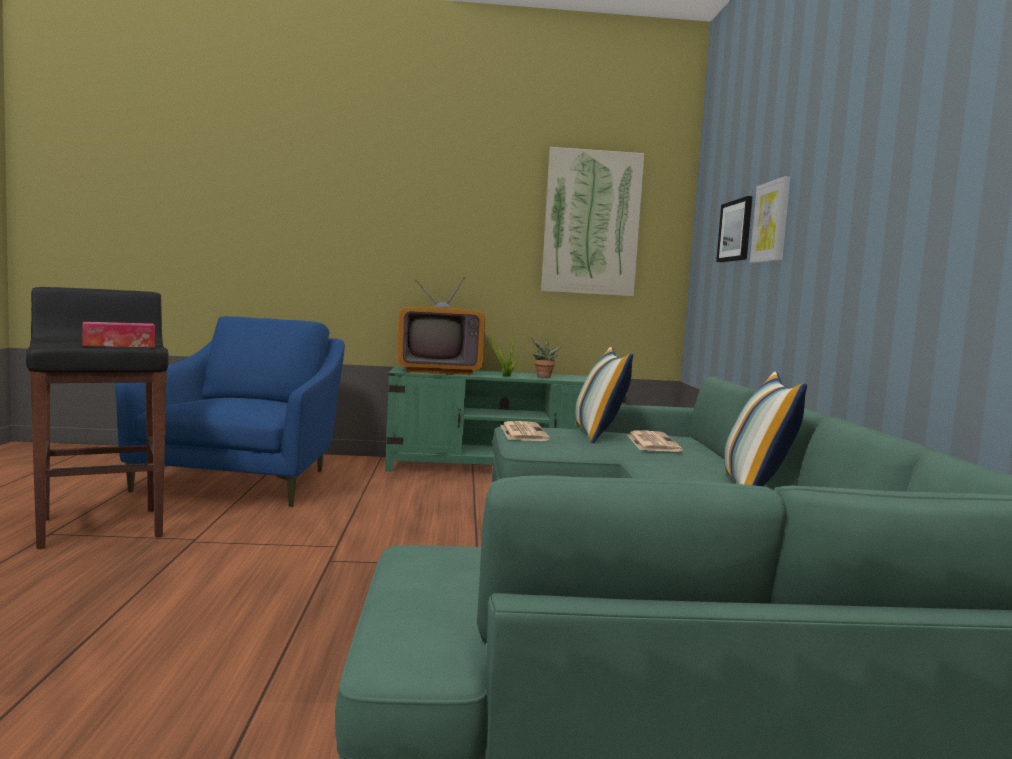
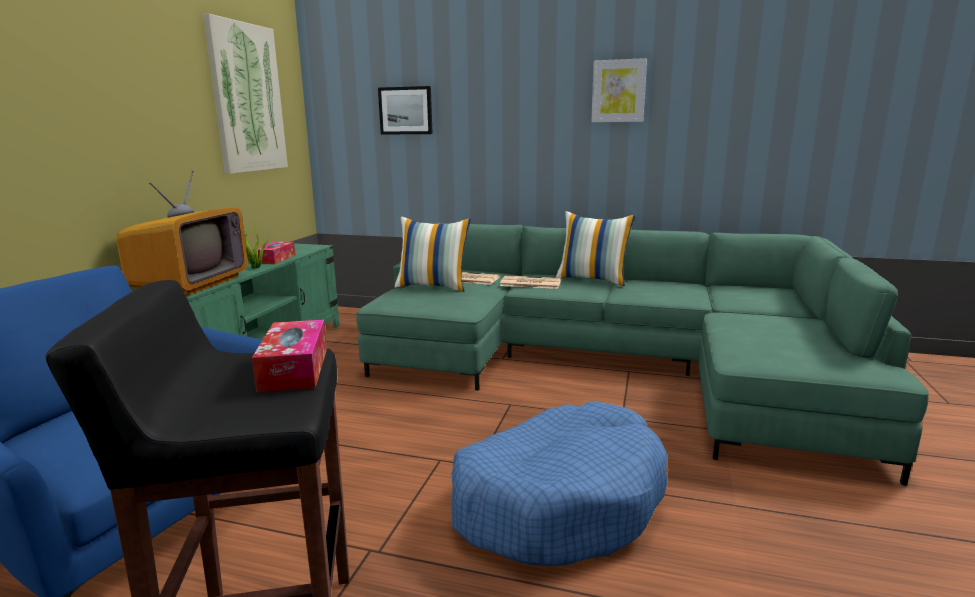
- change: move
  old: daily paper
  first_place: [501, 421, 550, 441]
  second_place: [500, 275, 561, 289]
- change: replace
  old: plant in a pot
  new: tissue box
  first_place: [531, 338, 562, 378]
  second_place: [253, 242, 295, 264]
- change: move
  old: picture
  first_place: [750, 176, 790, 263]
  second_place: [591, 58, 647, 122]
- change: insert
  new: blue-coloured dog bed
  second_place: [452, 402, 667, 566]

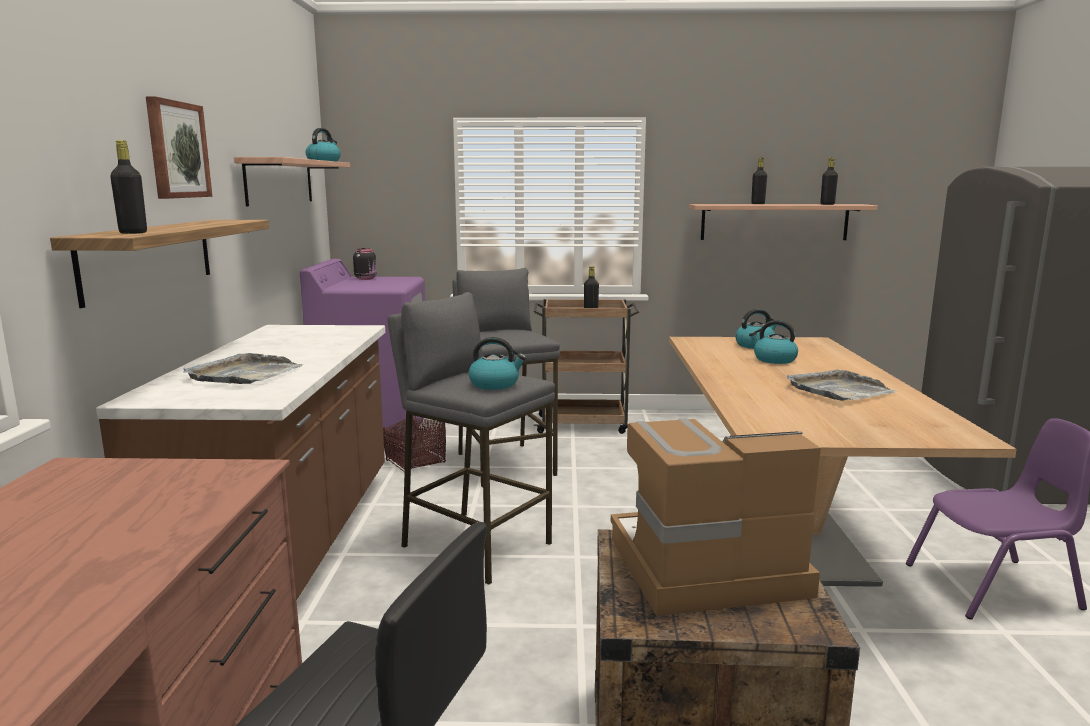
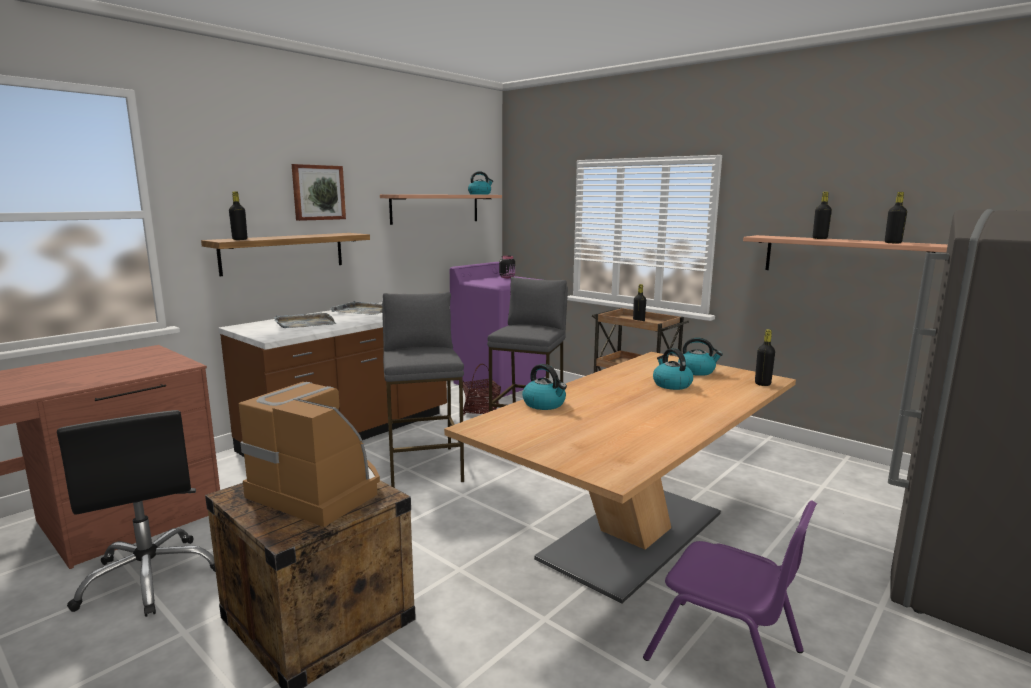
- change: move
  old: tea kettle
  first_place: [468, 337, 526, 390]
  second_place: [522, 364, 567, 410]
- change: move
  old: grey carrying tray
  first_place: [787, 369, 897, 401]
  second_place: [329, 300, 382, 315]
- change: insert
  new: black drink bottle
  second_place: [755, 329, 775, 386]

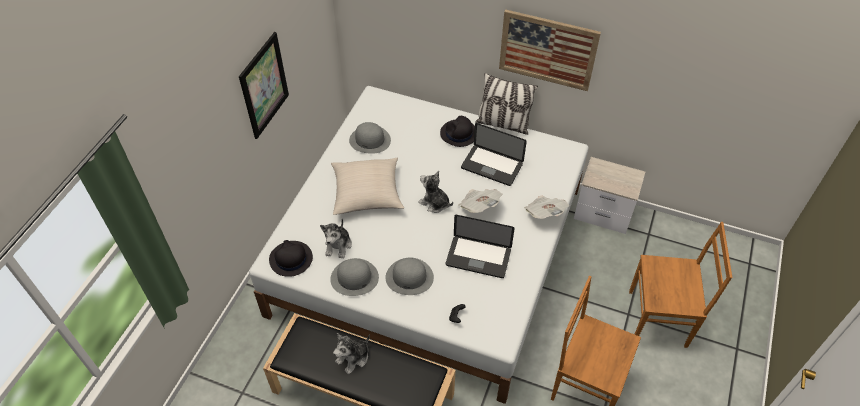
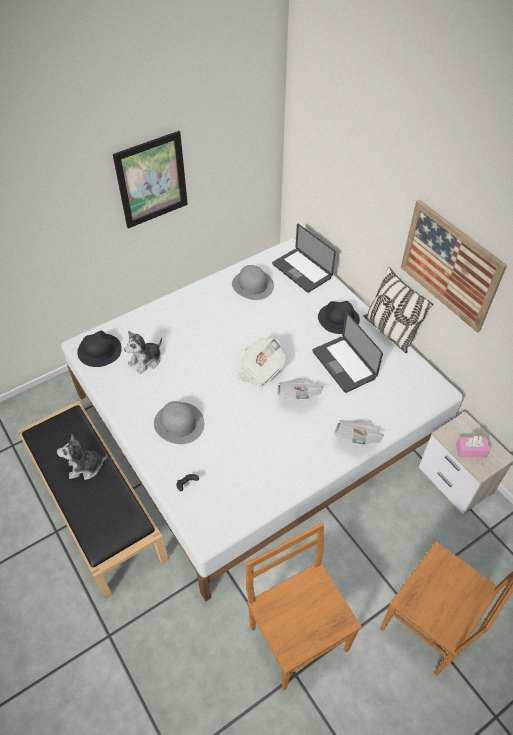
- change: delete
  old: grey hat
  first_place: [330, 258, 379, 296]
- change: delete
  old: beige cushion
  first_place: [331, 158, 404, 215]
- change: replace
  old: plush toy
  new: daily paper
  first_place: [418, 171, 453, 213]
  second_place: [237, 337, 286, 387]
- change: move
  old: notebook computer
  first_place: [446, 215, 515, 278]
  second_place: [272, 223, 336, 293]
- change: insert
  new: pinkish tissue box
  second_place: [456, 436, 491, 457]

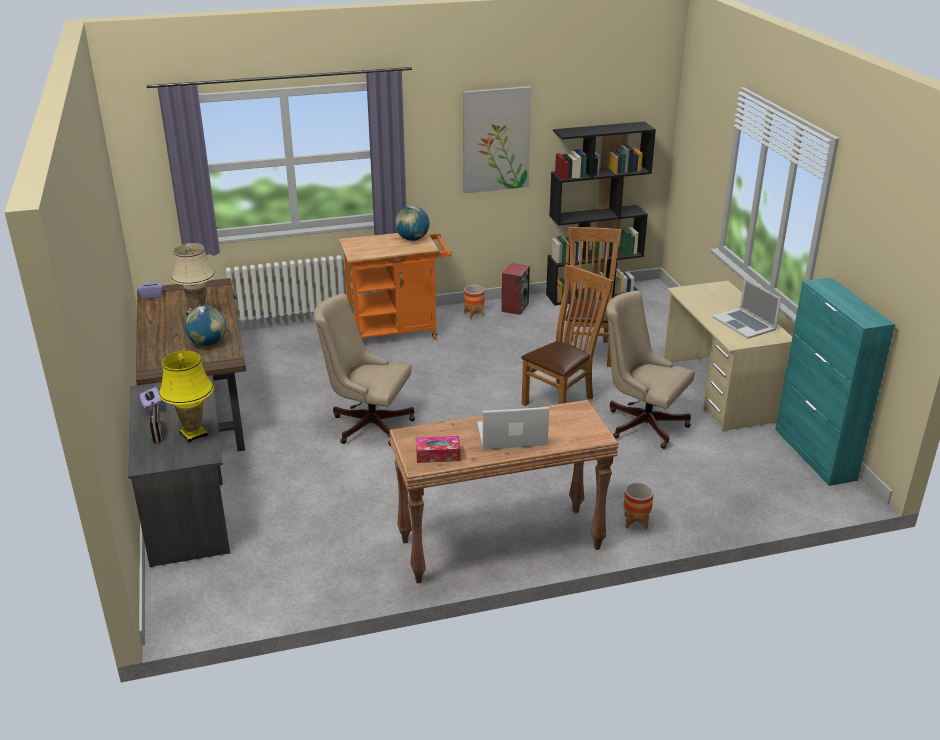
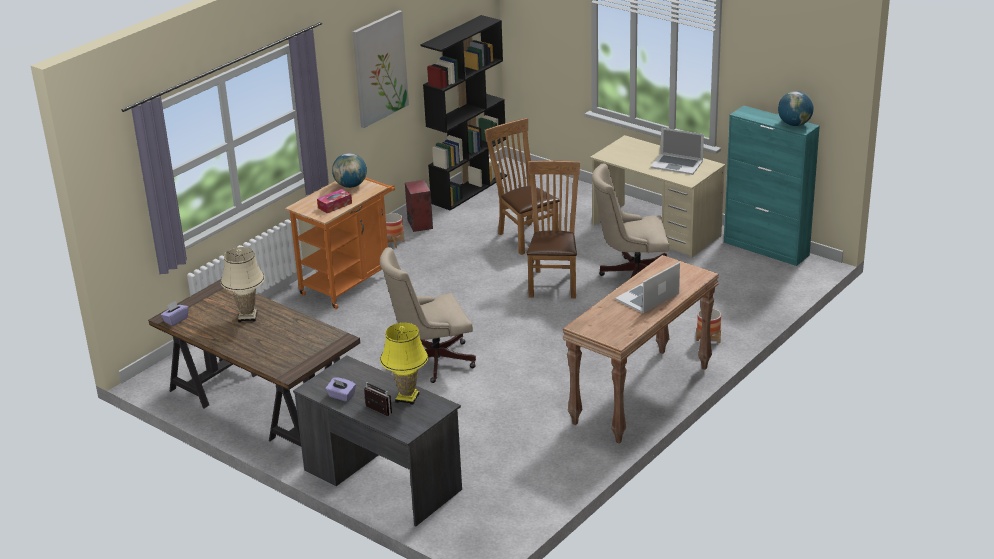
- change: move
  old: world globe
  first_place: [184, 306, 226, 346]
  second_place: [778, 91, 814, 126]
- change: move
  old: tissue box
  first_place: [416, 436, 461, 463]
  second_place: [317, 189, 352, 213]

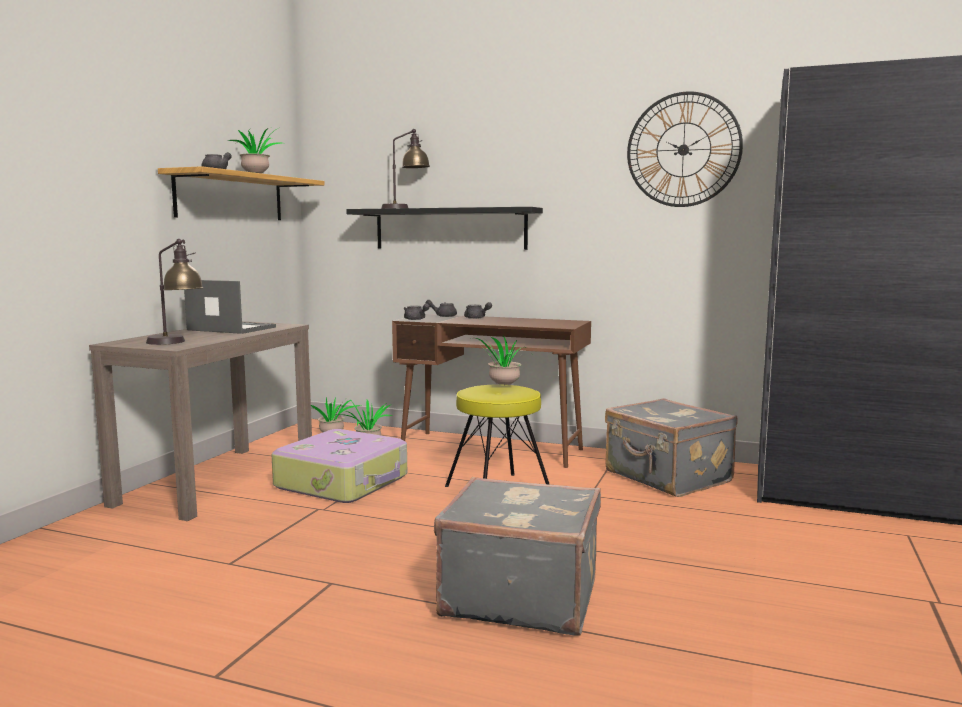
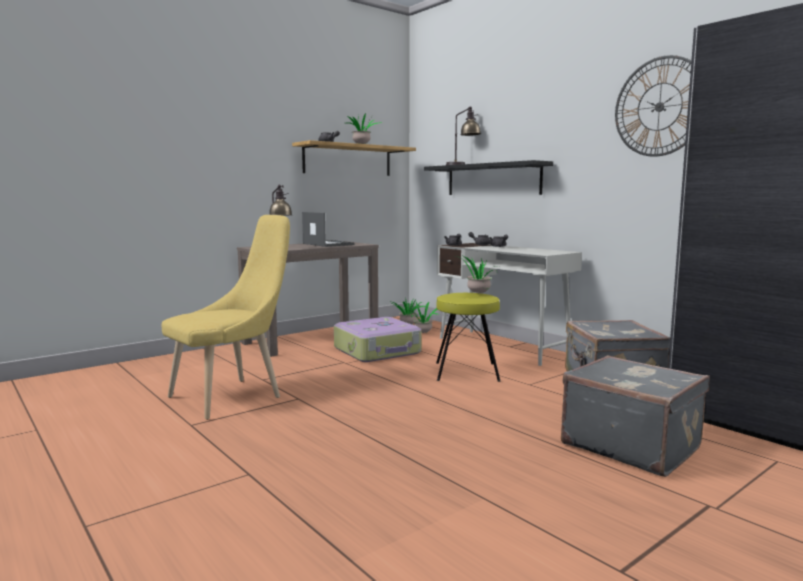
- change: recolor
  old: brownish desk unit
  new: white desk unit
  first_place: [392, 314, 591, 468]
  second_place: [437, 243, 582, 366]
- change: move
  old: grey travel case
  first_place: [434, 477, 601, 636]
  second_place: [561, 355, 710, 477]
- change: insert
  new: yellowish upright chair
  second_place: [162, 215, 290, 420]

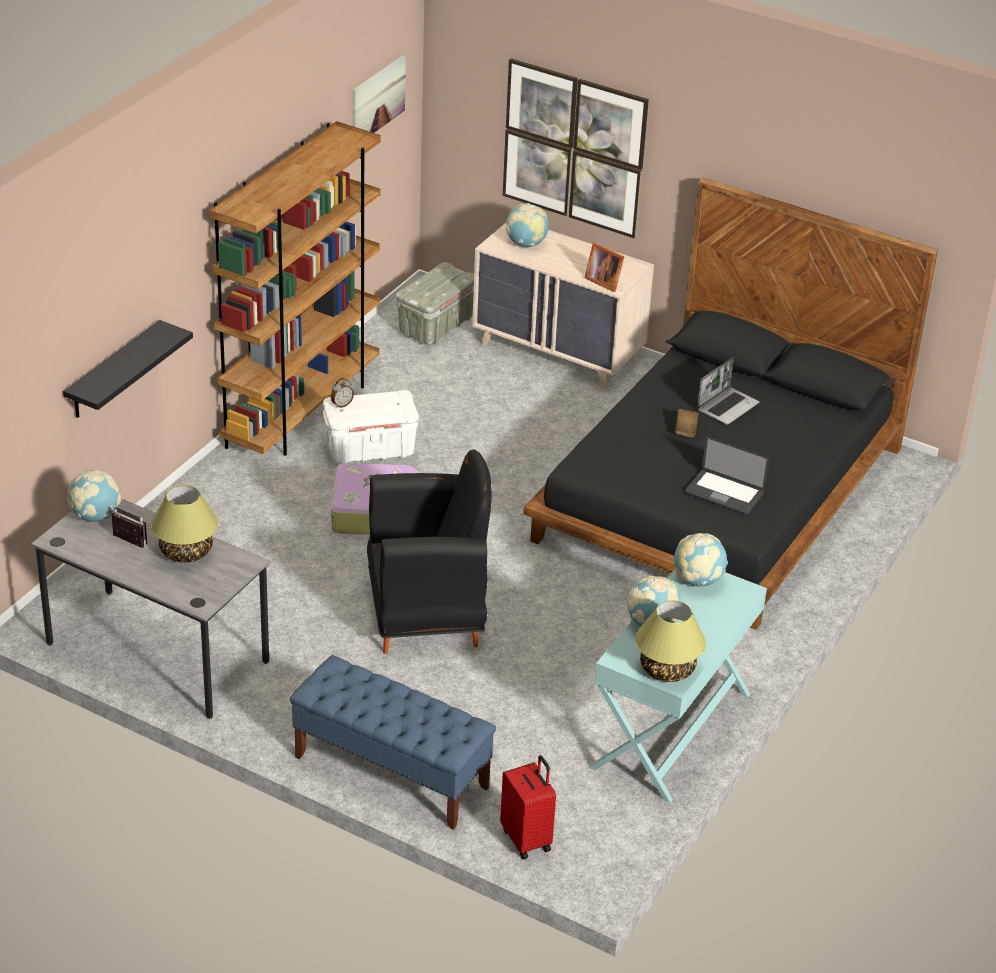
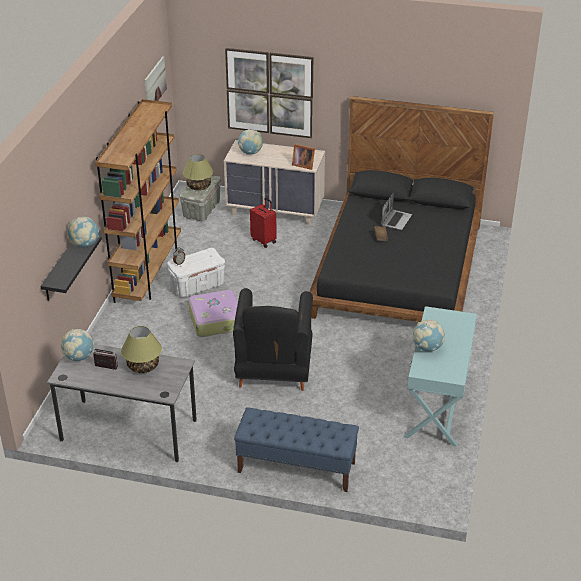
- change: rotate
  old: black lounge chair
  first_place: [367, 449, 492, 654]
  second_place: [233, 288, 313, 391]
  degrees: 120
- change: move
  old: red travel case
  first_place: [500, 755, 556, 860]
  second_place: [250, 198, 277, 248]
- change: move
  old: lamp for a table
  first_place: [635, 600, 706, 682]
  second_place: [183, 154, 214, 190]
- change: move
  old: world globe
  first_place: [674, 533, 728, 587]
  second_place: [68, 217, 99, 247]
- change: delete
  old: notebook computer
  first_place: [685, 436, 769, 515]

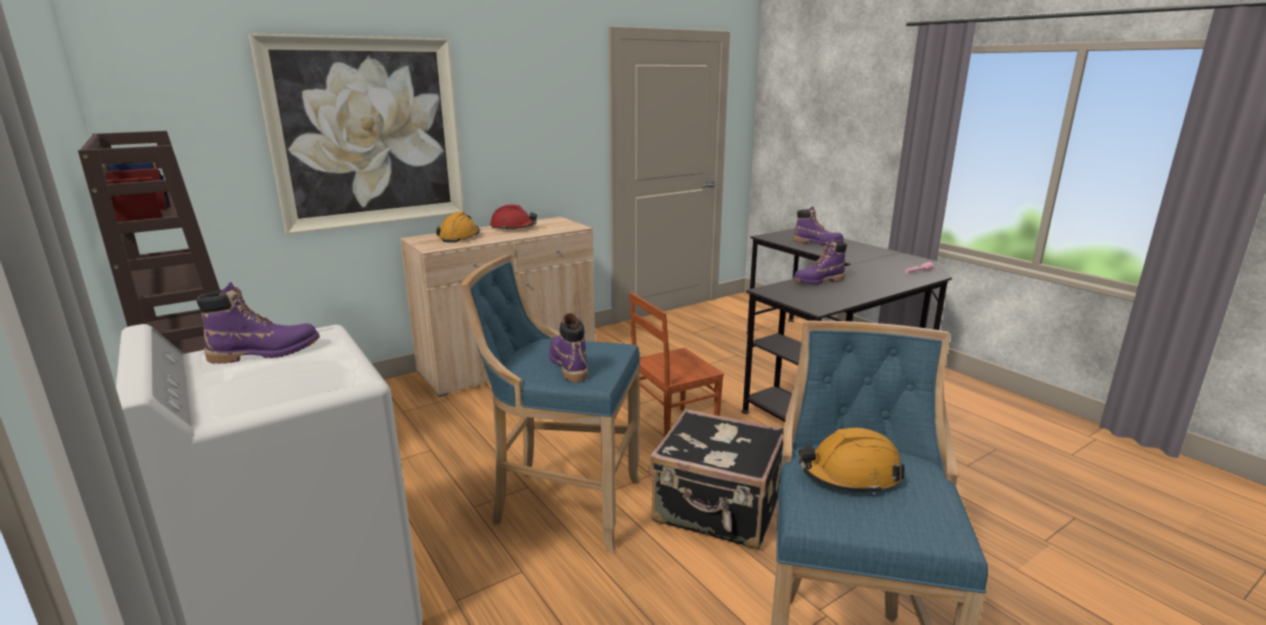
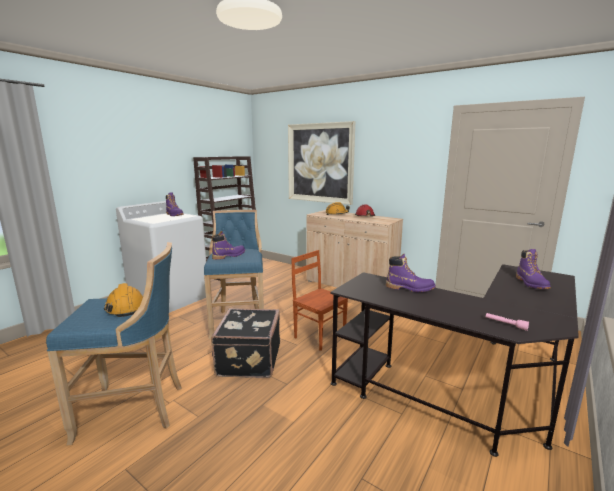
- change: rotate
  old: purple-coloured boot
  first_place: [793, 237, 847, 285]
  second_place: [386, 254, 436, 292]
  degrees: 150

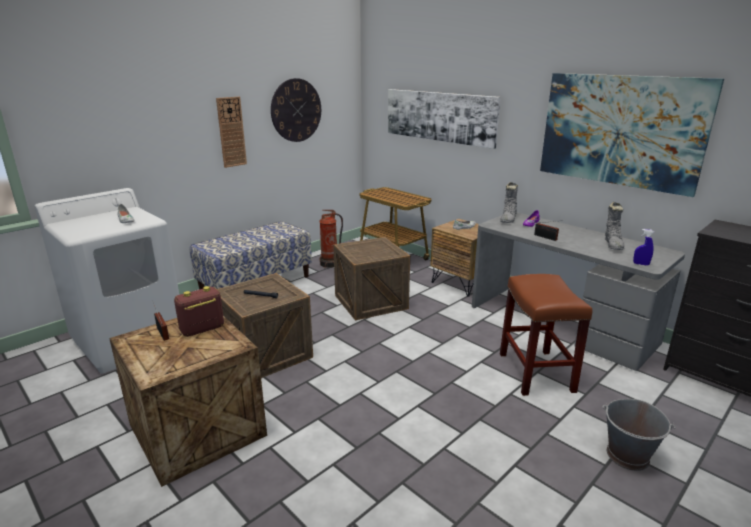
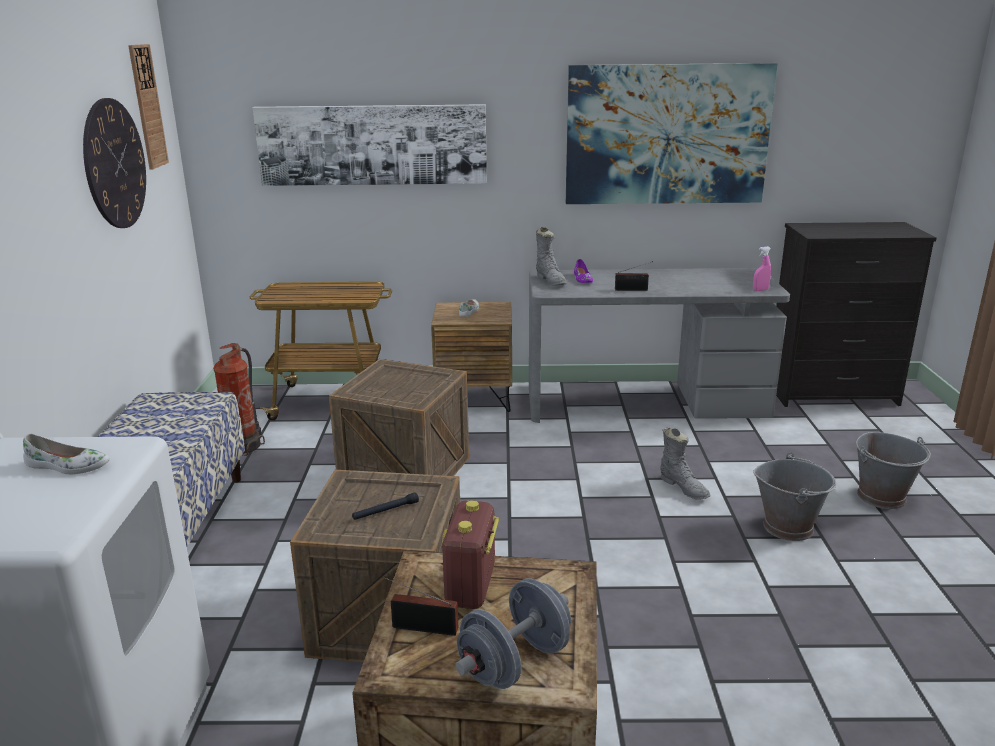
- change: move
  old: hanging clock
  first_place: [216, 97, 247, 168]
  second_place: [128, 44, 169, 169]
- change: delete
  old: brownish stool seat
  first_place: [500, 274, 592, 396]
- change: move
  old: grey boot
  first_place: [605, 202, 624, 250]
  second_place: [660, 428, 711, 499]
- change: recolor
  old: blue-coloured spray bottle
  new: pinkish spray bottle
  first_place: [633, 229, 654, 266]
  second_place: [753, 246, 771, 291]
- change: insert
  new: grey dumbbell
  second_place: [456, 578, 571, 689]
- change: insert
  new: grey water bucket
  second_place: [753, 452, 836, 541]

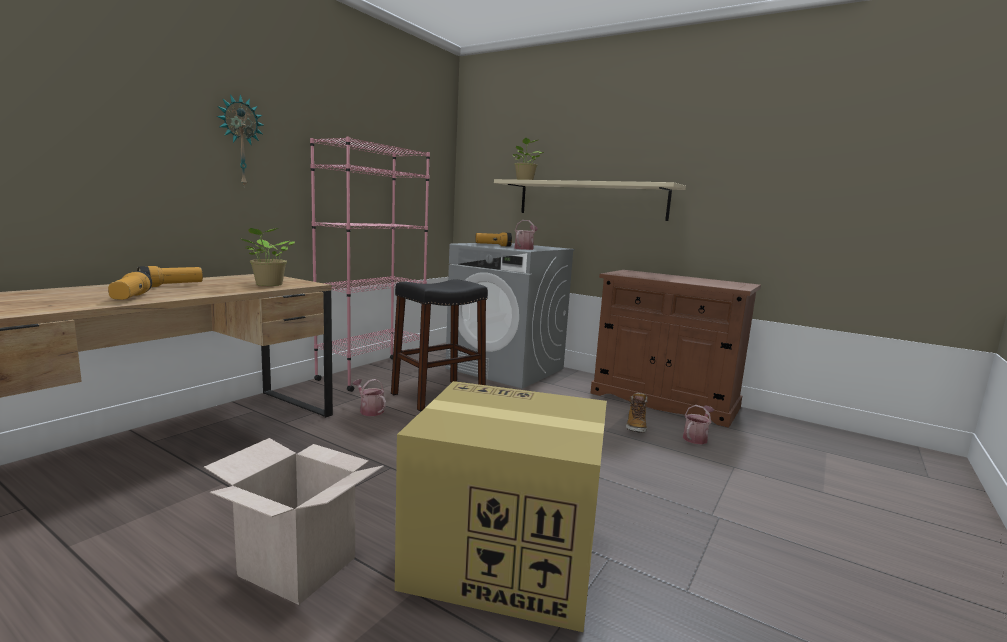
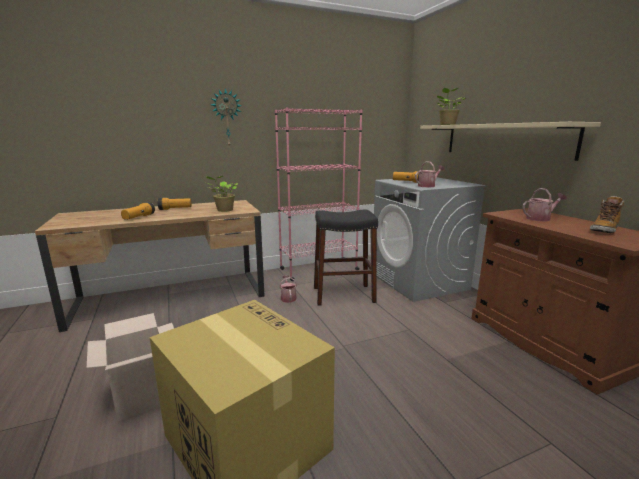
- change: move
  old: boot
  first_place: [626, 393, 648, 433]
  second_place: [590, 196, 625, 233]
- change: move
  old: sprinkling can
  first_place: [683, 405, 714, 444]
  second_place: [522, 188, 567, 221]

